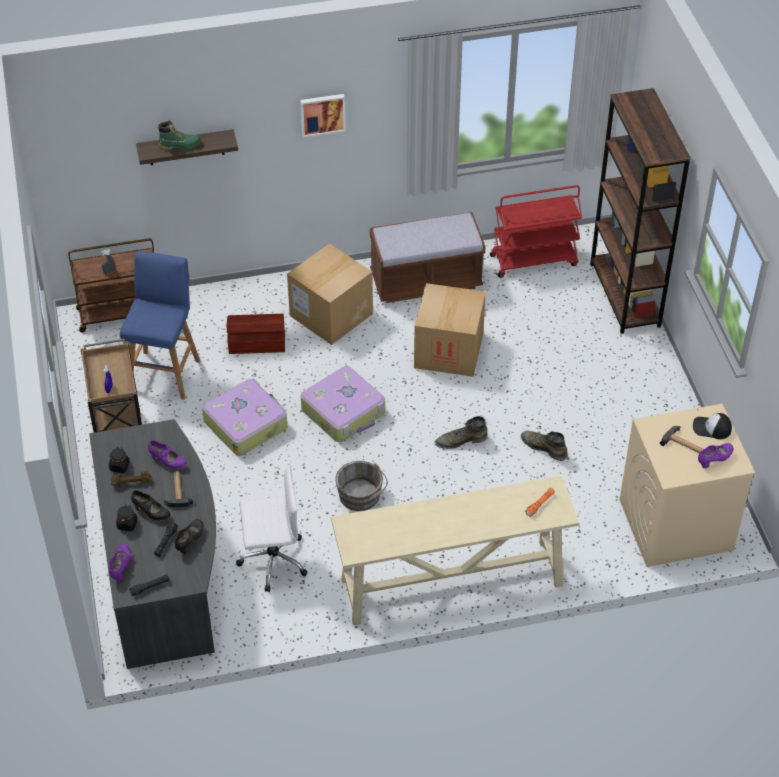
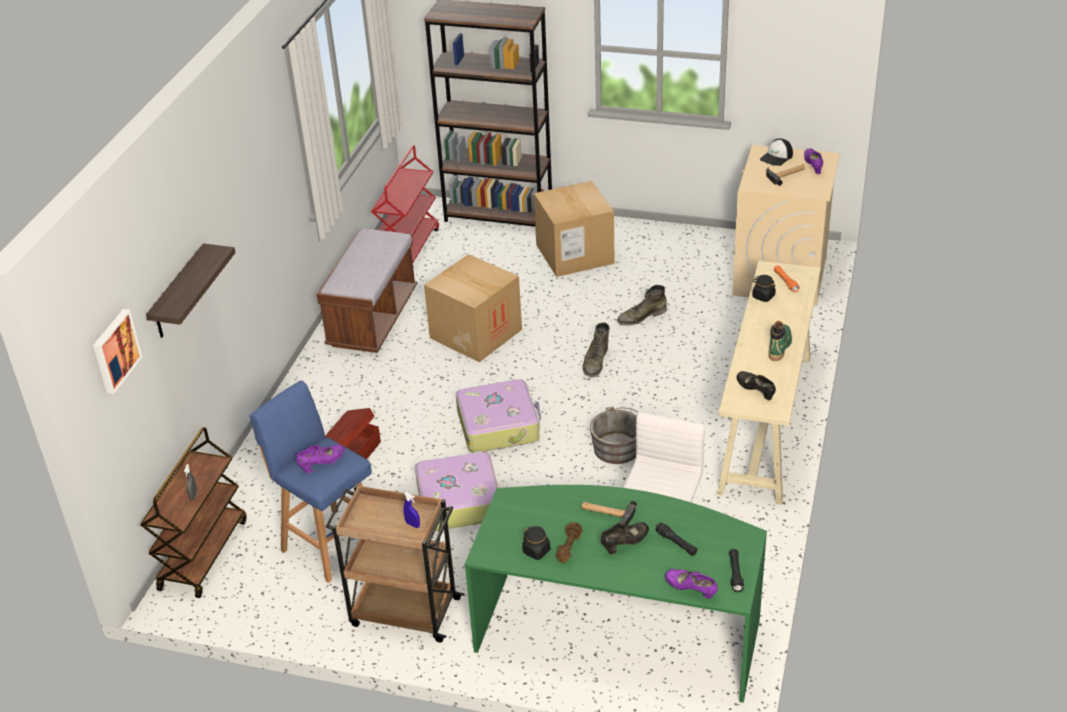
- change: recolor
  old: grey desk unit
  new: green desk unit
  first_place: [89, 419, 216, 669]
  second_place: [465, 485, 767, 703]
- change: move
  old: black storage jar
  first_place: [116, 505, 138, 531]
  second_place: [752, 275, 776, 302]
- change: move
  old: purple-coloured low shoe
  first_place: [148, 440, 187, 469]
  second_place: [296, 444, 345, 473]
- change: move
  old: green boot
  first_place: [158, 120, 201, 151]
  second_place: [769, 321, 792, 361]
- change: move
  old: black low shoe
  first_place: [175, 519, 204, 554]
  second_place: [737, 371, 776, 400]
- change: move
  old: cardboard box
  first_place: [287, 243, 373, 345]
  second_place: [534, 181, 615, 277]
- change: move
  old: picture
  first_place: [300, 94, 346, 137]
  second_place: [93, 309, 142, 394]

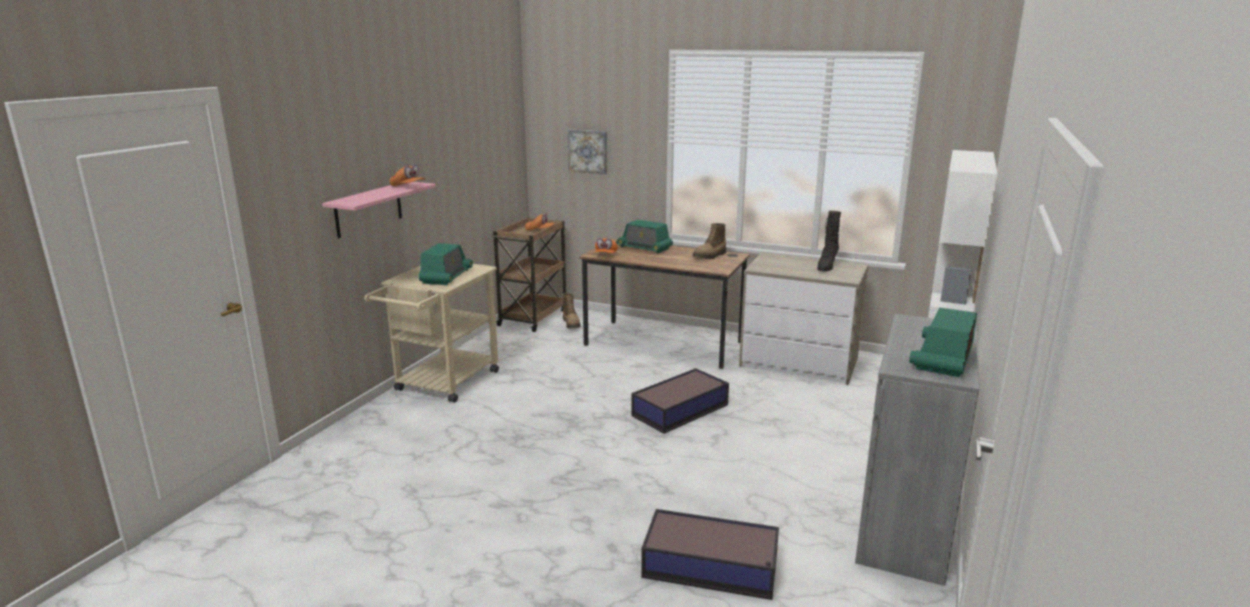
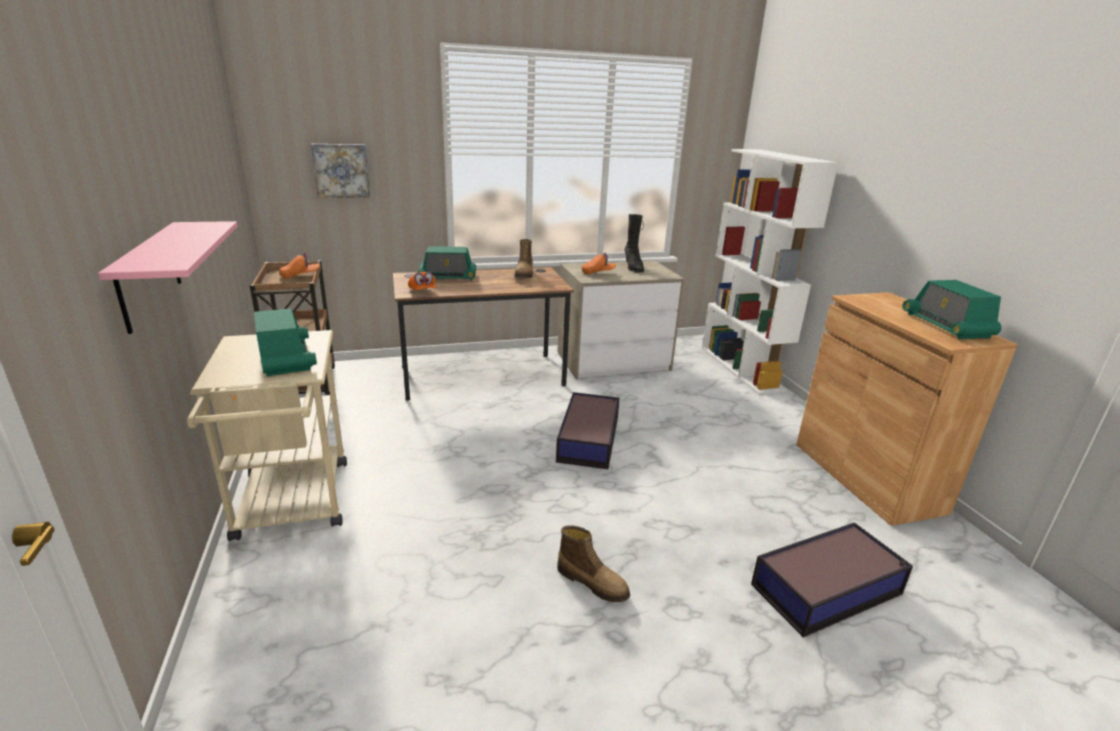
- change: move
  old: orange-coloured baseball cap
  first_place: [390, 164, 426, 186]
  second_place: [582, 253, 616, 274]
- change: move
  old: boot
  first_place: [563, 293, 581, 328]
  second_place: [557, 525, 630, 602]
- change: recolor
  old: grey cabinet
  new: brownish cabinet
  first_place: [855, 314, 979, 586]
  second_place: [796, 292, 1018, 526]

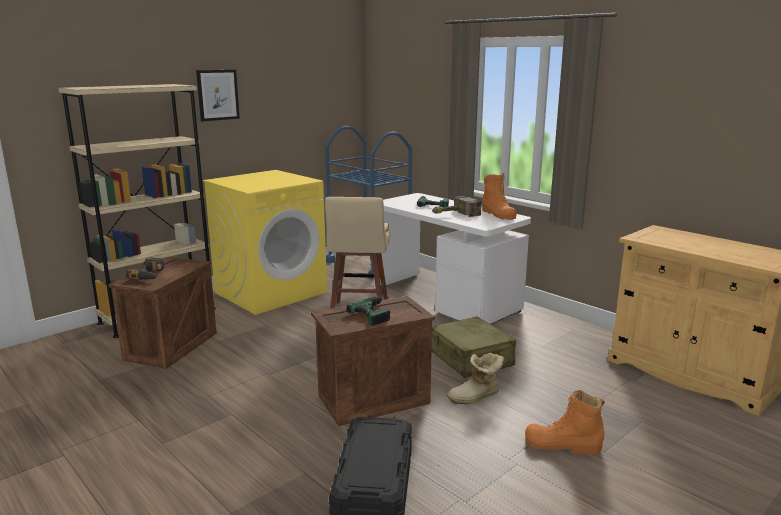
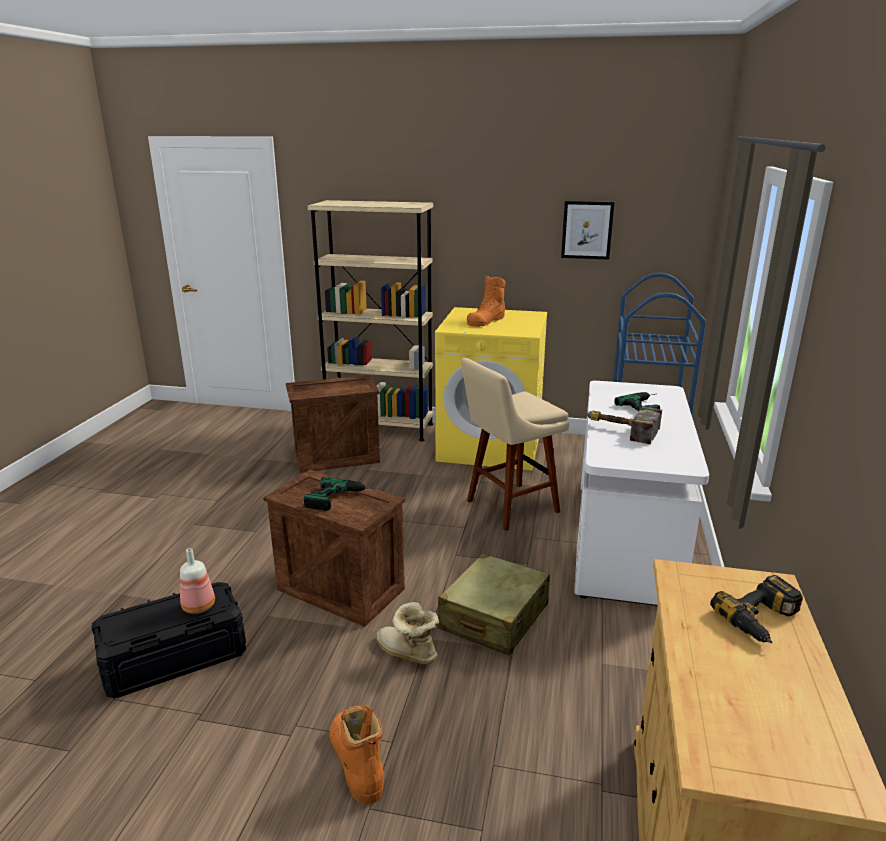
- change: move
  old: electric drill
  first_place: [126, 257, 164, 280]
  second_place: [710, 575, 803, 643]
- change: move
  old: picture
  first_place: [196, 70, 240, 121]
  second_place: [561, 201, 615, 260]
- change: move
  old: orange-coloured boot
  first_place: [482, 174, 517, 220]
  second_place: [467, 276, 505, 327]
- change: insert
  new: drink bottle
  second_place: [180, 548, 215, 614]

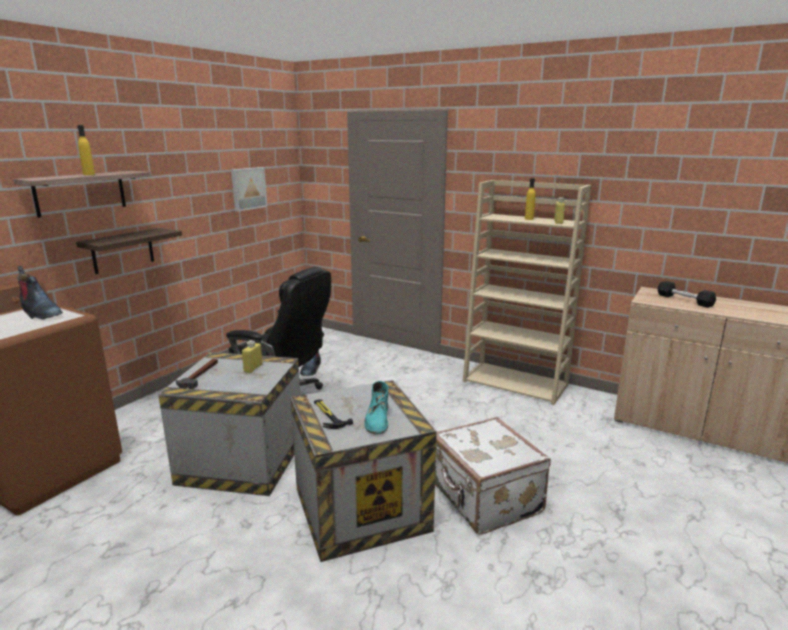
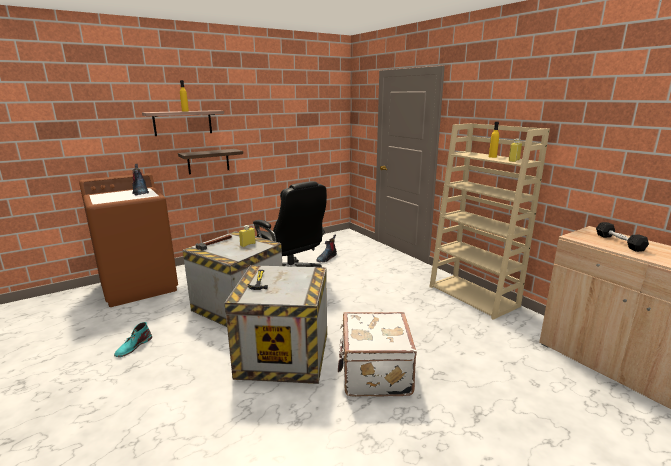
- change: delete
  old: picture
  first_place: [231, 167, 267, 212]
- change: move
  old: blue-green boot
  first_place: [364, 381, 388, 434]
  second_place: [114, 322, 152, 357]

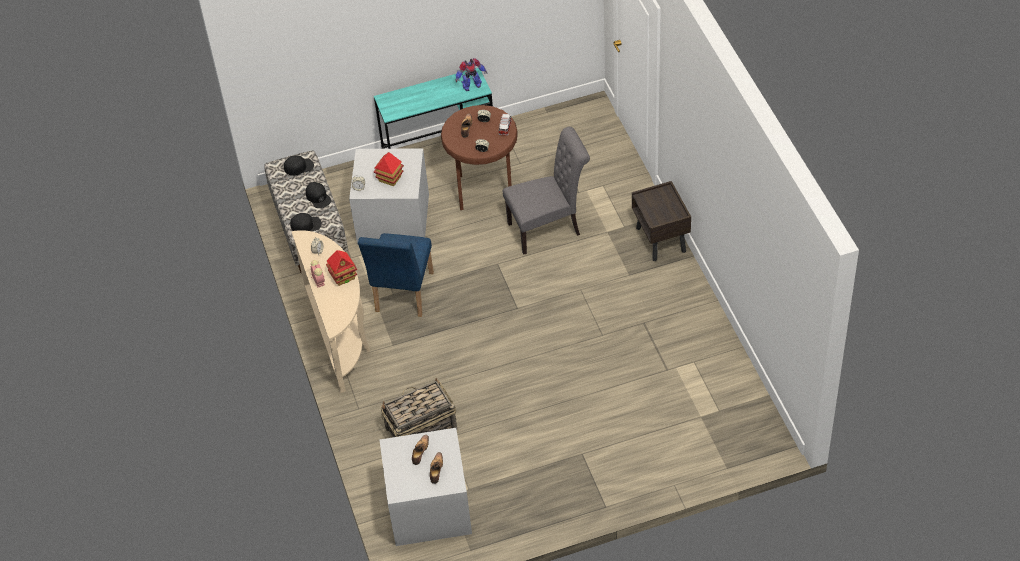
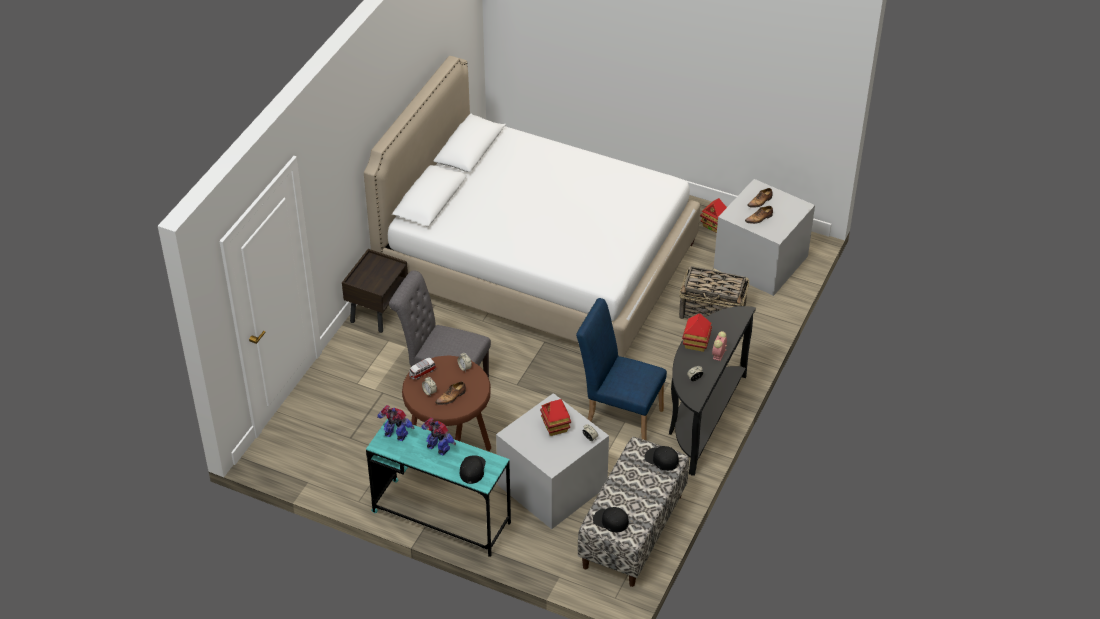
- change: recolor
  old: beige hall table
  new: black hall table
  first_place: [292, 230, 370, 393]
  second_place: [669, 306, 756, 476]
- change: move
  old: black baseball cap
  first_place: [306, 182, 332, 208]
  second_place: [460, 455, 486, 484]
- change: rotate
  old: blue-coloured upright chair
  first_place: [358, 233, 434, 317]
  second_place: [576, 298, 667, 441]
  degrees: -120
- change: insert
  new: white sleeping bed
  second_place: [364, 56, 700, 357]
- change: insert
  new: toy robot
  second_place: [421, 418, 456, 455]
- change: insert
  new: toy house
  second_place: [700, 198, 727, 233]

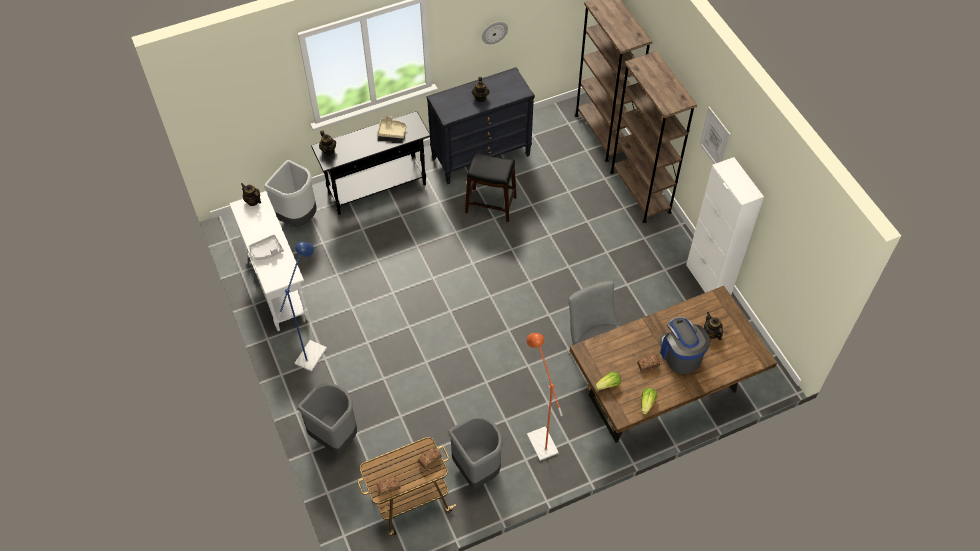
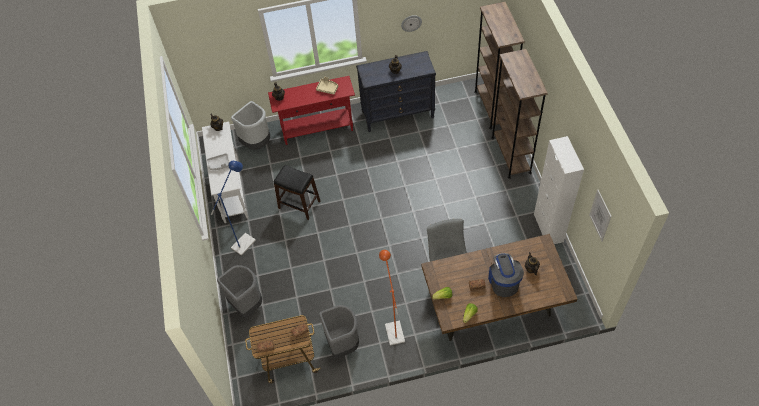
- change: recolor
  old: black hall table
  new: red hall table
  first_place: [311, 111, 431, 215]
  second_place: [268, 76, 355, 145]
- change: move
  old: black stool seat
  first_place: [465, 153, 517, 222]
  second_place: [274, 165, 320, 220]
- change: move
  old: picture
  first_place: [700, 107, 730, 164]
  second_place: [589, 190, 611, 241]

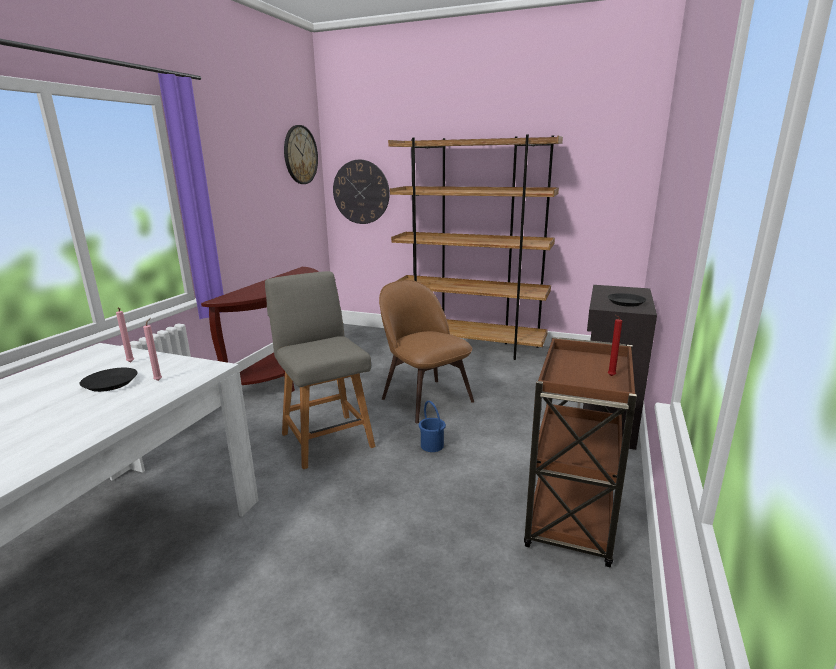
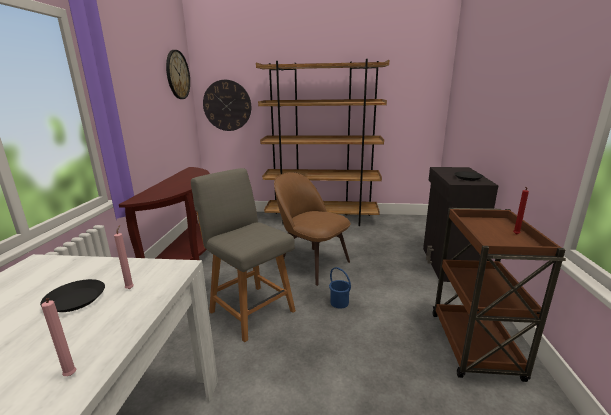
- change: move
  old: pinkish wax candle
  first_place: [116, 307, 134, 362]
  second_place: [41, 298, 77, 376]

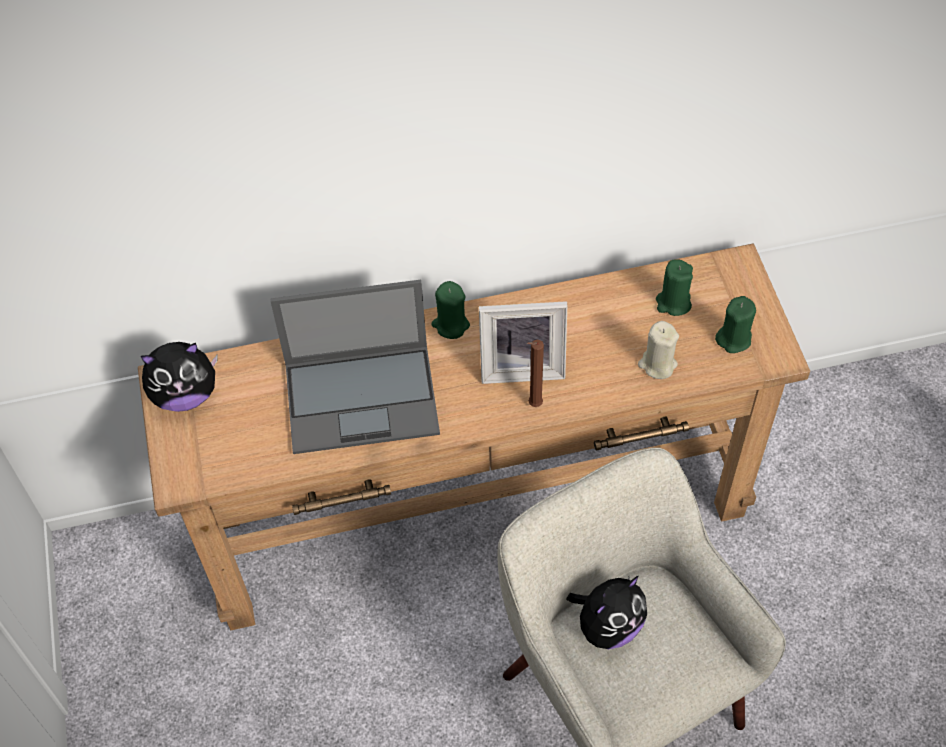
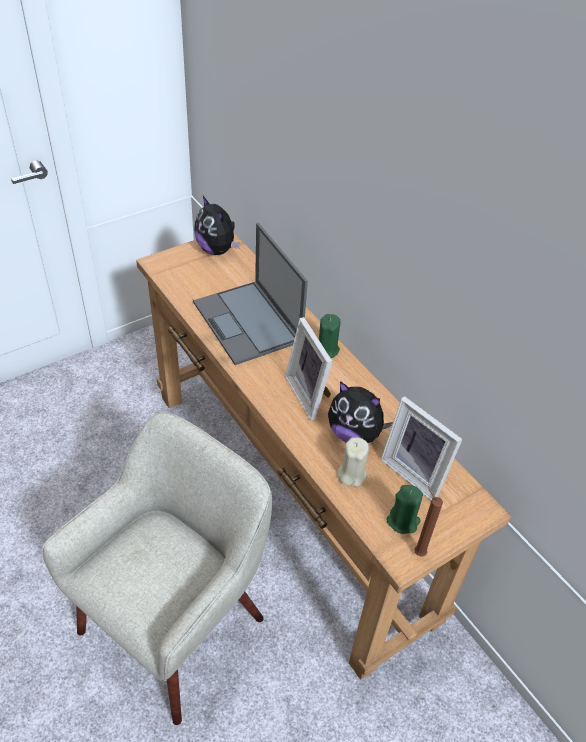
- change: move
  old: brownish wax candle
  first_place: [527, 340, 544, 407]
  second_place: [414, 489, 443, 557]
- change: move
  old: plush toy
  first_place: [566, 576, 647, 649]
  second_place: [328, 381, 393, 443]
- change: replace
  old: green wax candle
  new: photo frame
  first_place: [656, 259, 693, 316]
  second_place: [381, 396, 463, 500]

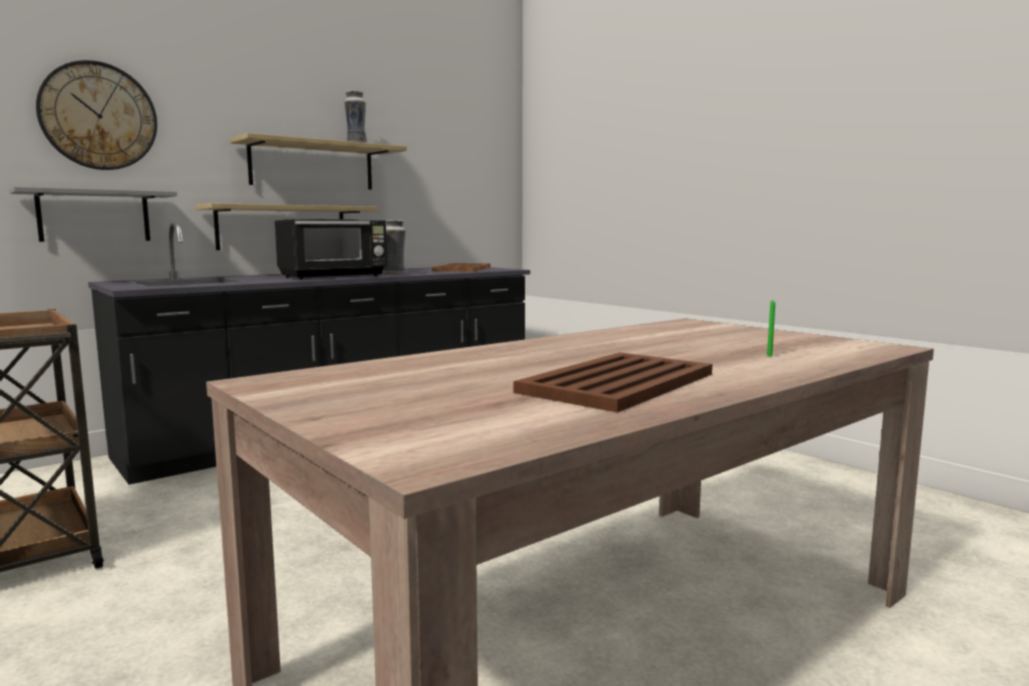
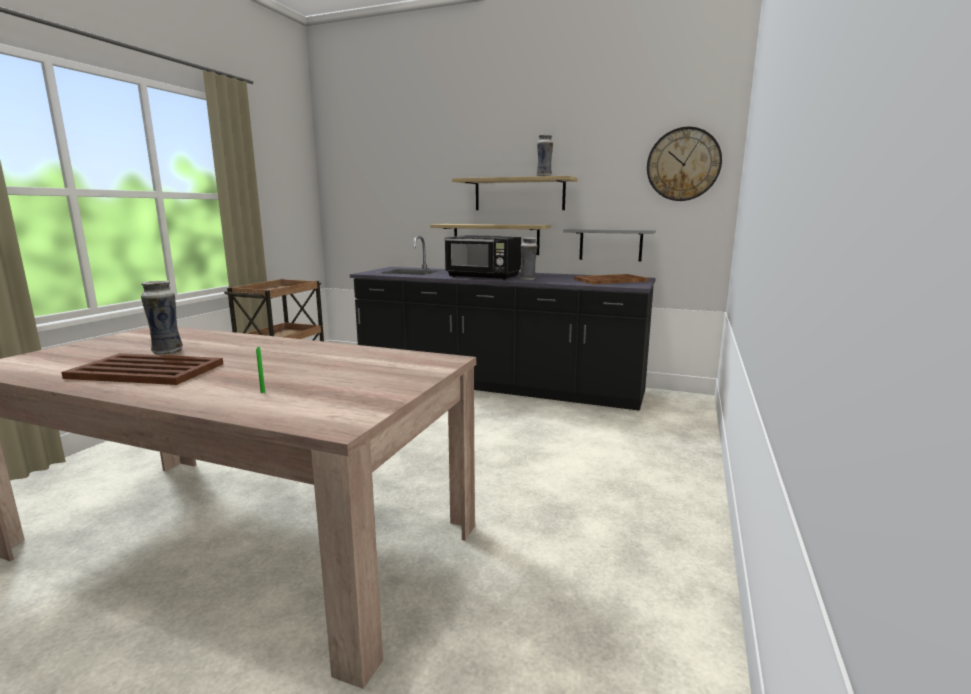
- change: move
  old: grey wall shelf
  first_place: [10, 187, 177, 242]
  second_place: [563, 228, 656, 262]
- change: move
  old: hanging clock
  first_place: [36, 60, 157, 170]
  second_place: [647, 127, 722, 201]
- change: insert
  new: decorative vase
  second_place: [141, 281, 183, 355]

